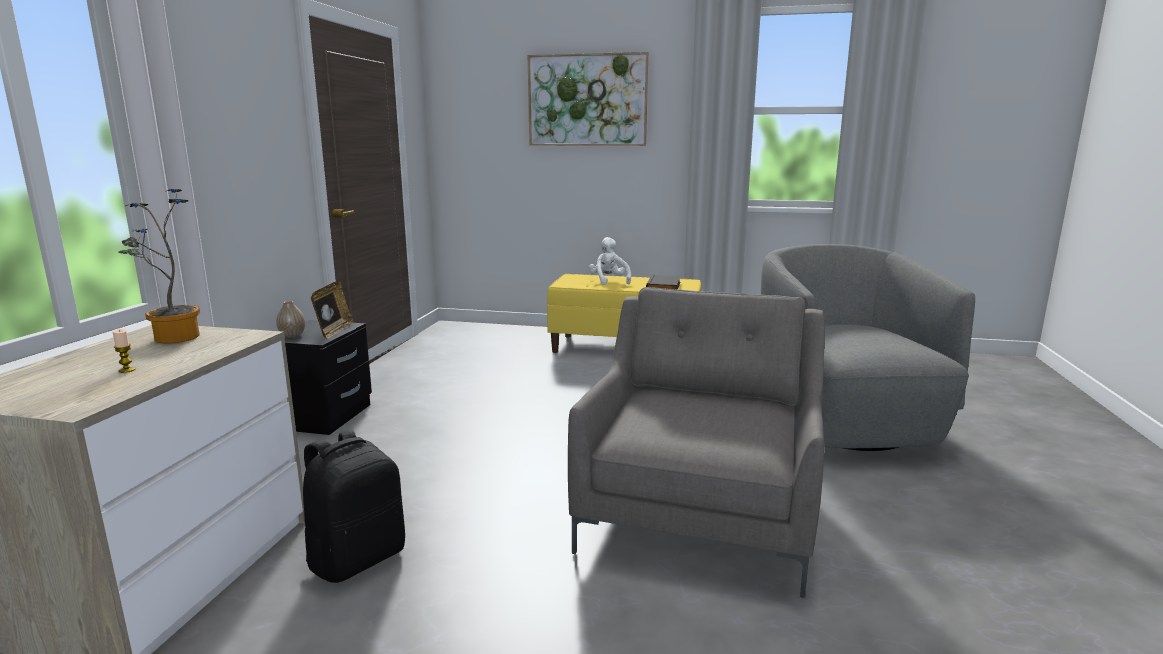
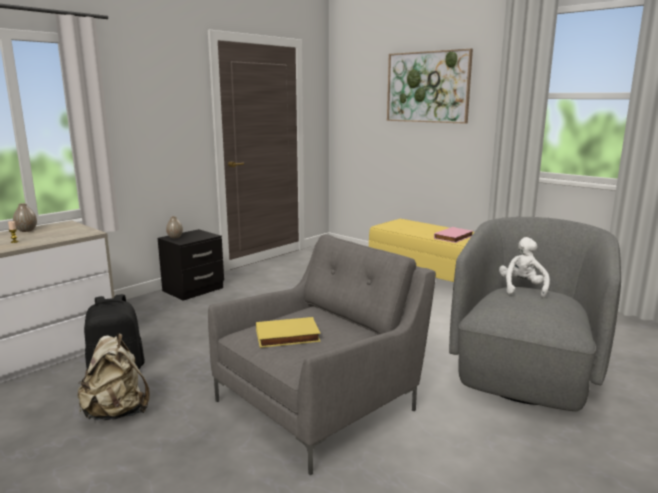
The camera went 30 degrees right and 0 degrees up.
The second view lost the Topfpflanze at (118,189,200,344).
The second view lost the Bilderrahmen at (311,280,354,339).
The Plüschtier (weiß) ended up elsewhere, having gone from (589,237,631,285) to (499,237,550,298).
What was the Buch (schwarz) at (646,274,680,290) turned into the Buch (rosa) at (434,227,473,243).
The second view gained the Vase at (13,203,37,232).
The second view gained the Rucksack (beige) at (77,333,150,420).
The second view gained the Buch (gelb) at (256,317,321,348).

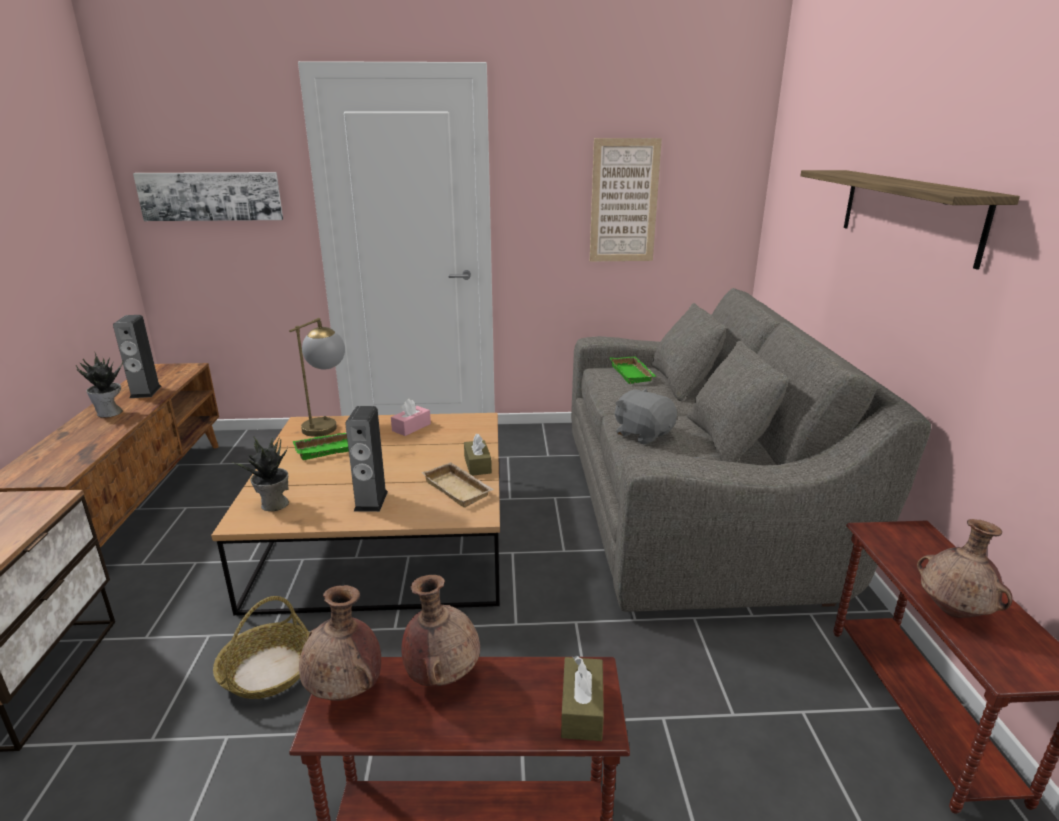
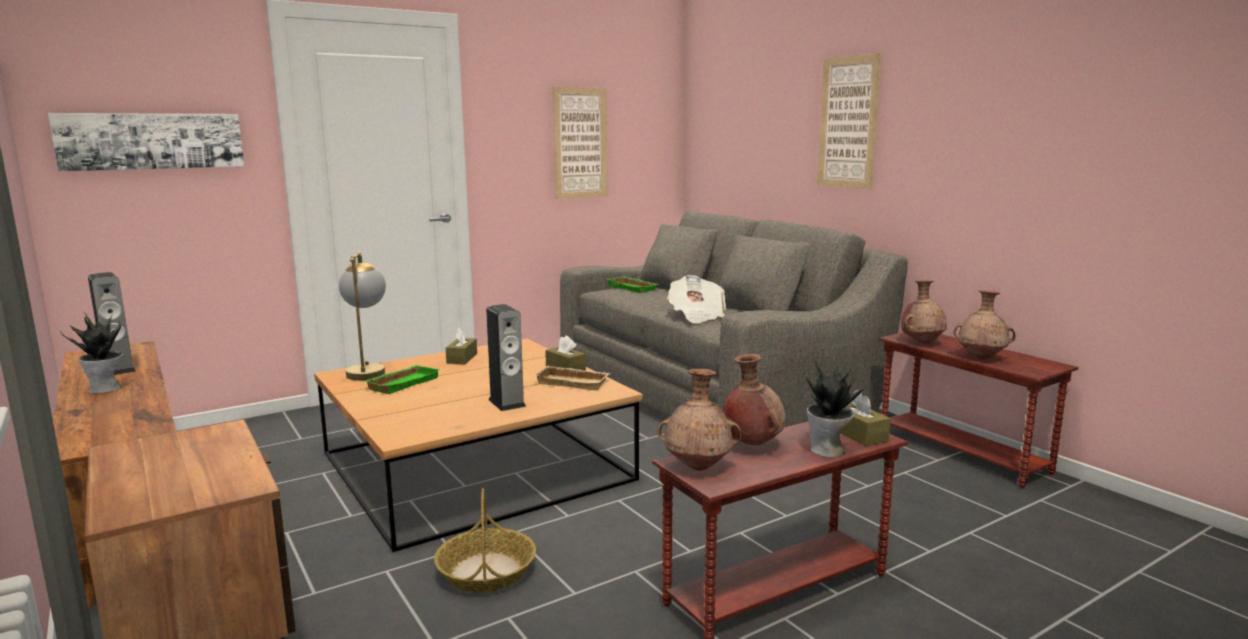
The camera went 30 degrees left and 10 degrees down.
The Topfpflanze ended up elsewhere, having gone from (231,437,289,511) to (804,355,871,457).
What was the Taschentuchbox (rosa) at (391,399,431,436) turned into the Taschentuchbox (braun) at (446,328,477,364).
Where the Plüschtier (grau) stood at (614,389,677,444), the Zeitung came to stand at (667,275,726,323).
Where the Wandregal hung at (800,170,1020,269), the Bild came to hang at (817,53,882,189).
The second view gained the Vase (braun) at (901,280,947,344).

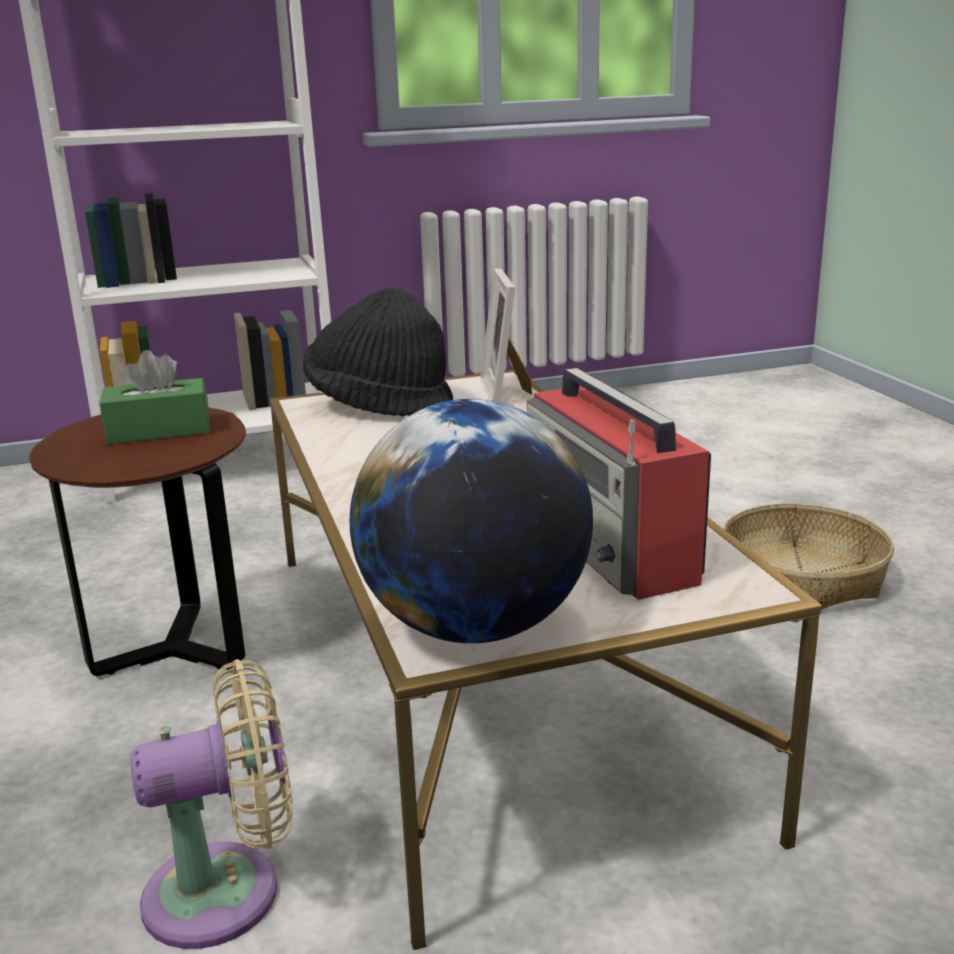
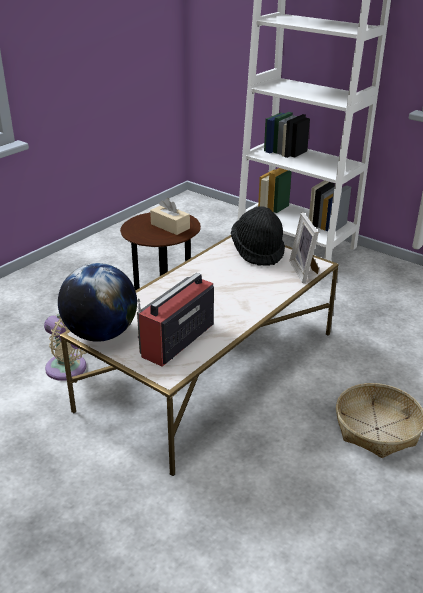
The camera went 55 degrees right and 10 degrees up.
What was the Taschentuchbox (grün) at (100,350,209,444) turned into the Taschentuchbox (beige) at (150,198,190,235).
The Bilderrahmen at (481,268,532,402) ended up facing another way, 60 degrees counterclockwise from before.

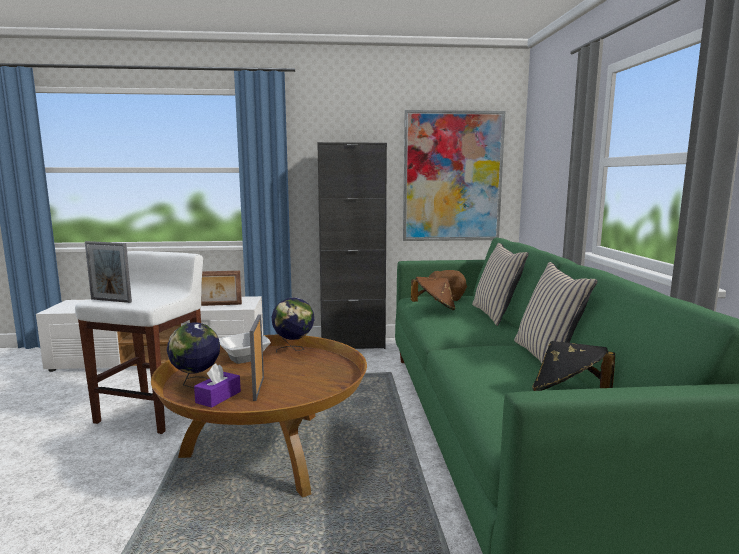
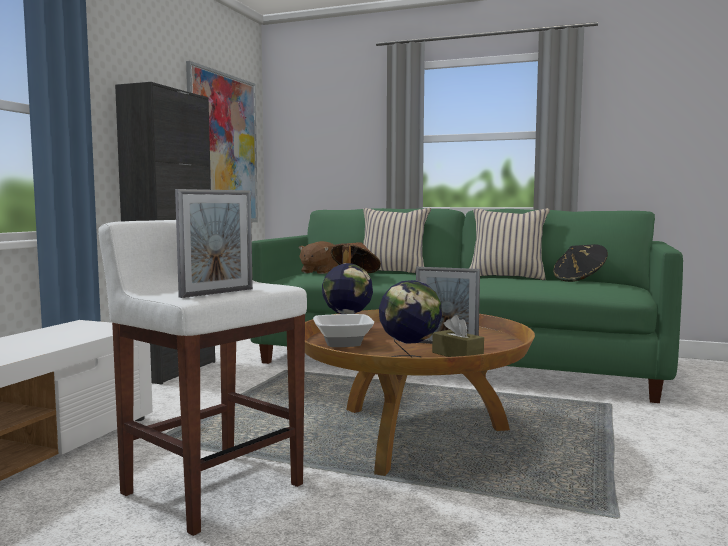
The camera went 65 degrees left and 5 degrees down.
What was the Taschentuchbox (lila) at (194,363,241,408) turned into the Taschentuchbox (braun) at (432,315,484,357).
The second view lost the Bilderrahmen at (201,271,242,306).

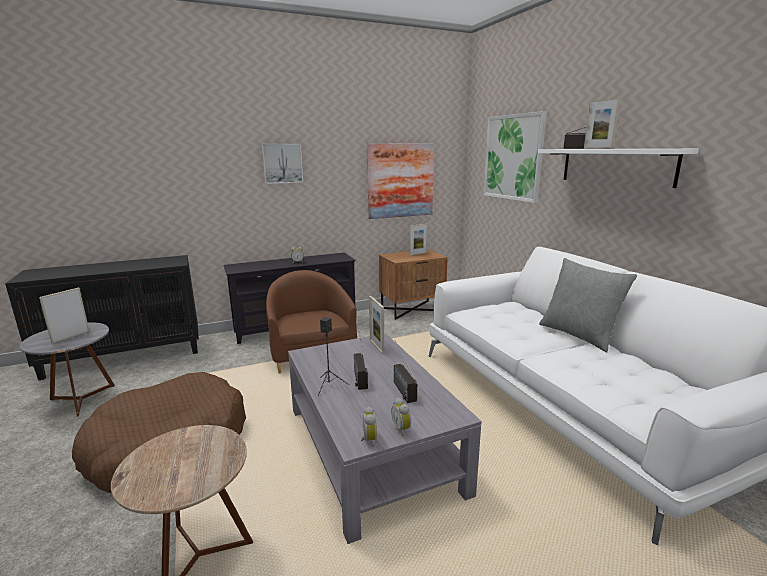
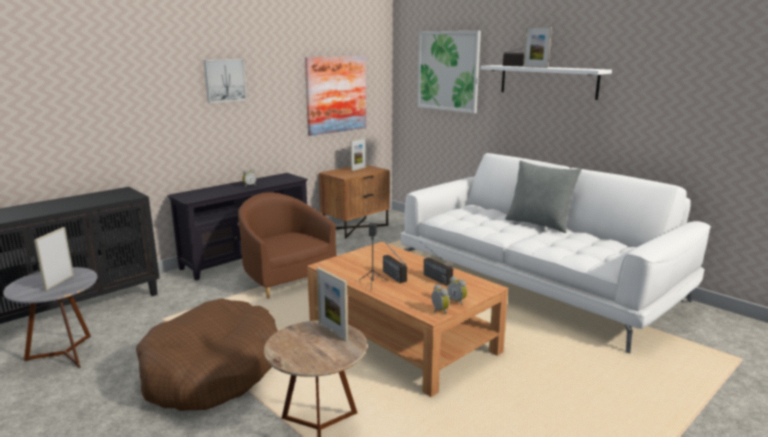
The camera went 20 degrees left and 0 degrees up.
What was the Couchtisch (grau) at (288,333,482,544) turned into the Couchtisch (braun) at (307,242,508,397).
The Bilderrahmen ended up elsewhere, having gone from (369,296,384,354) to (316,267,348,342).

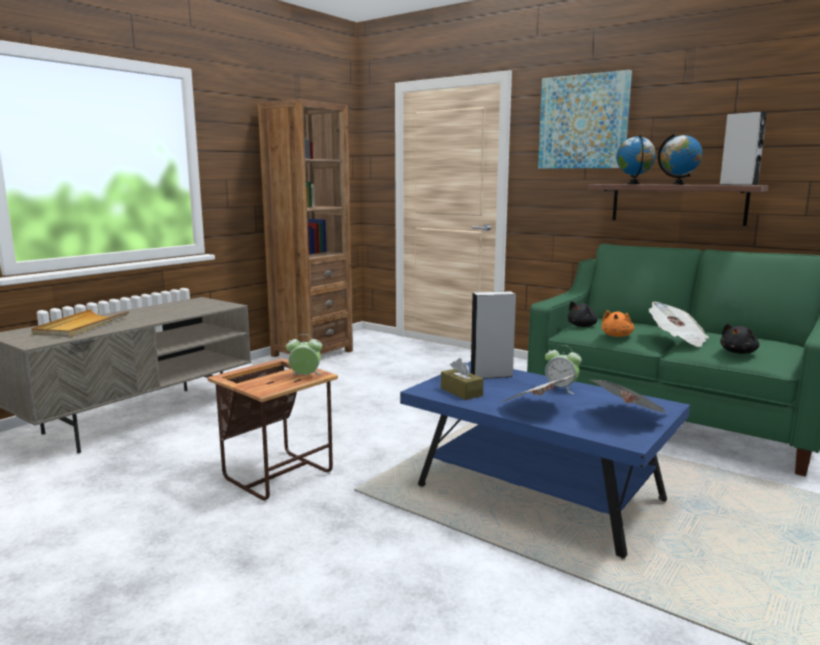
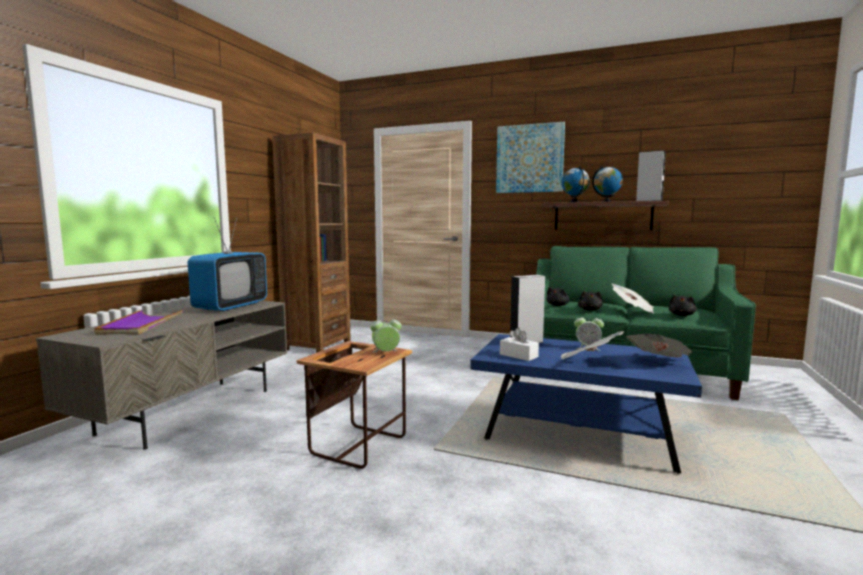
The camera went 15 degrees left and 5 degrees down.
What was the Tablett (beige) at (31,309,129,337) turned into the Tablett (lila) at (94,310,183,335).
What was the Taschentuchbox (braun) at (441,358,484,400) turned into the Taschentuchbox (weiß) at (500,327,539,361).
What was the Plüschtier (orange) at (602,310,634,337) turned into the Plüschtier (schwarz) at (578,291,603,311).
The second view gained the Fernseher at (188,217,267,312).

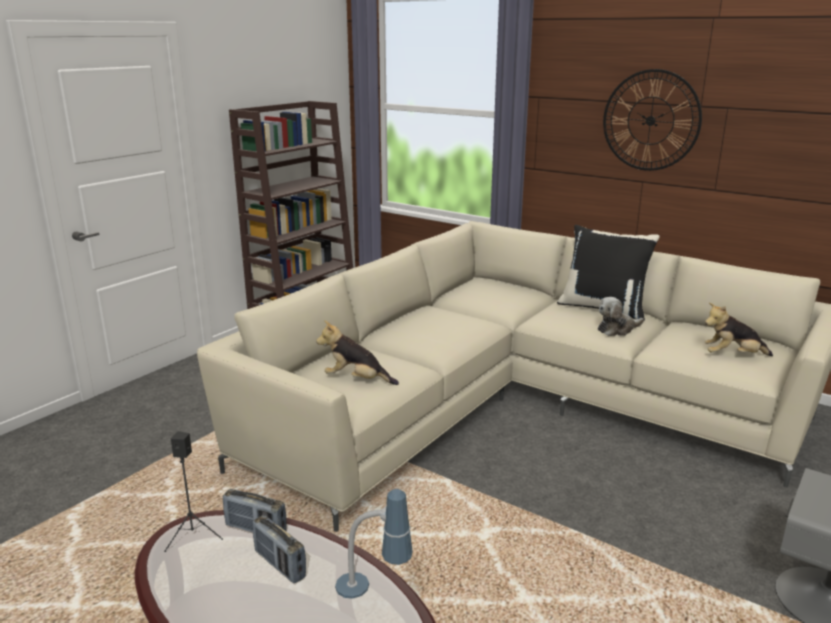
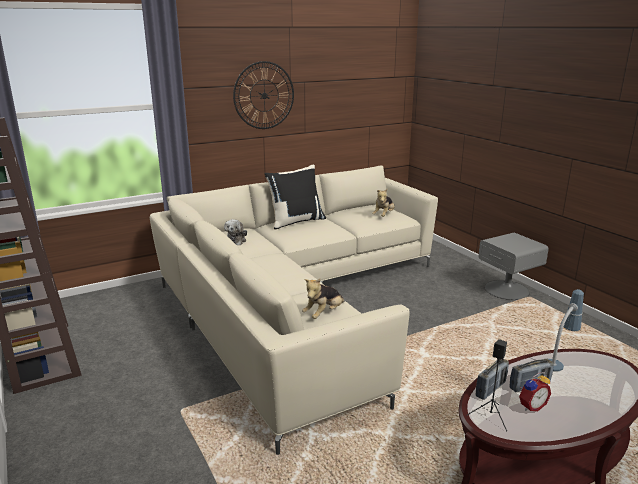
The camera went 65 degrees left and 0 degrees up.
The Plüschtier ended up elsewhere, having gone from (598,297,644,336) to (224,219,247,245).
The second view gained the Wecker at (519,373,551,411).

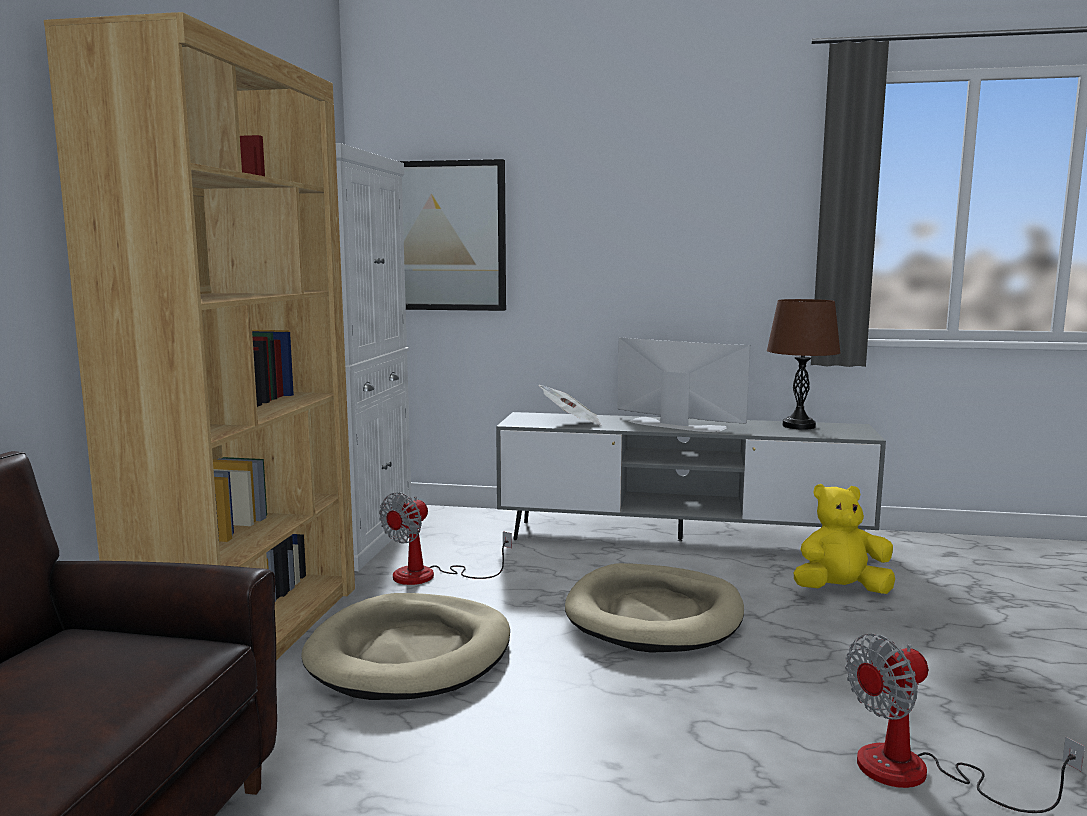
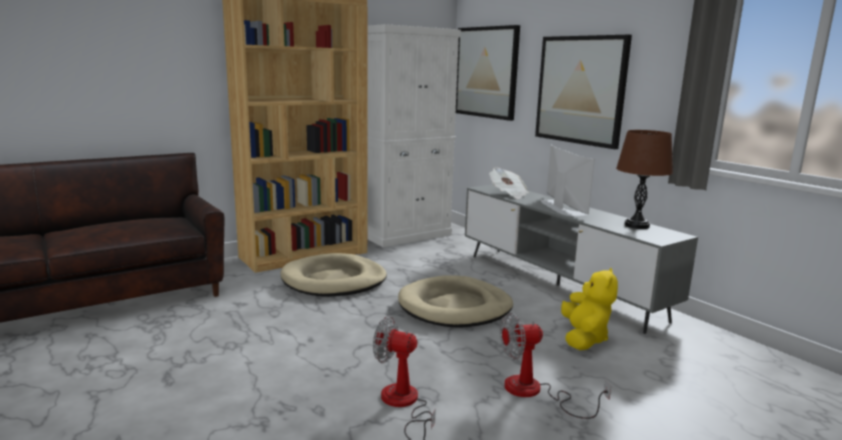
The camera went 45 degrees right and 5 degrees up.
The Ventilator ended up elsewhere, having gone from (379,492,512,585) to (500,313,611,419).
The Plüschtier (gelb) at (794,484,895,594) ended up facing another way, 60 degrees clockwise from before.
The second view gained the Bild at (535,35,632,149).

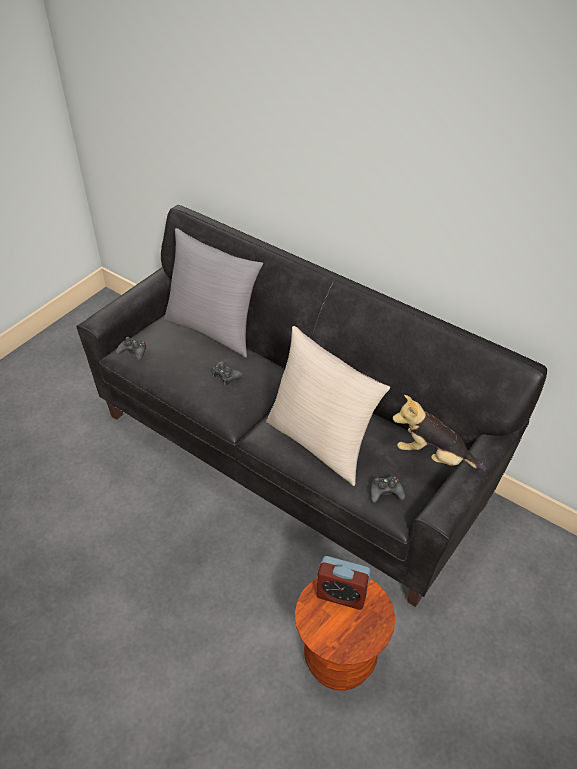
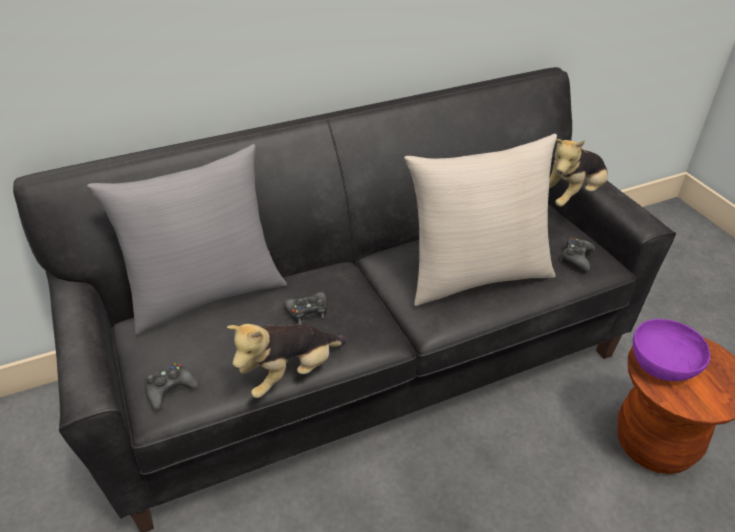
The camera went 60 degrees left and 5 degrees down.
Where the Wecker stood at (316,556,370,610), the Schüssel (lila) came to stand at (633,319,710,381).
The second view gained the Plüschtier at (227,324,346,398).

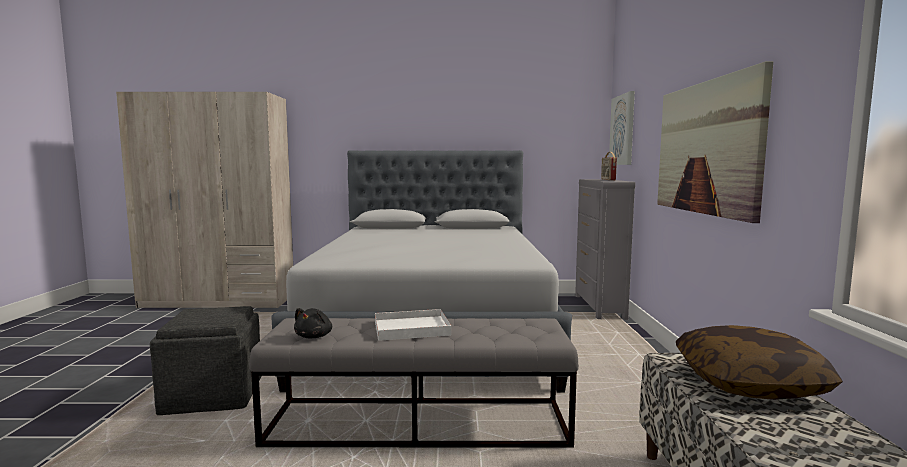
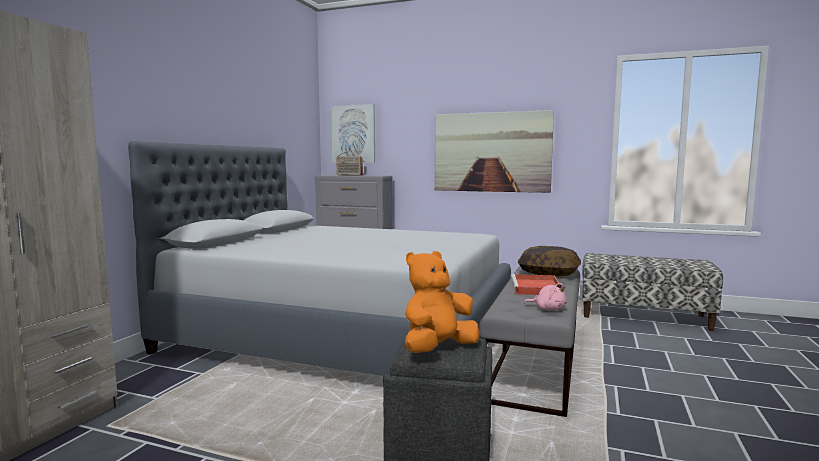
The camera went 70 degrees left and 0 degrees up.
What was the Plüschtier (schwarz) at (294,308,332,338) turned into the Plüschtier (rosa) at (524,283,566,311).
What was the Tablett (weiß) at (375,309,451,341) turned into the Tablett (rot) at (511,274,559,295).
The Kissen ended up elsewhere, having gone from (676,325,843,400) to (518,246,581,277).
The second view gained the Plüschtier (orange) at (405,251,480,353).

